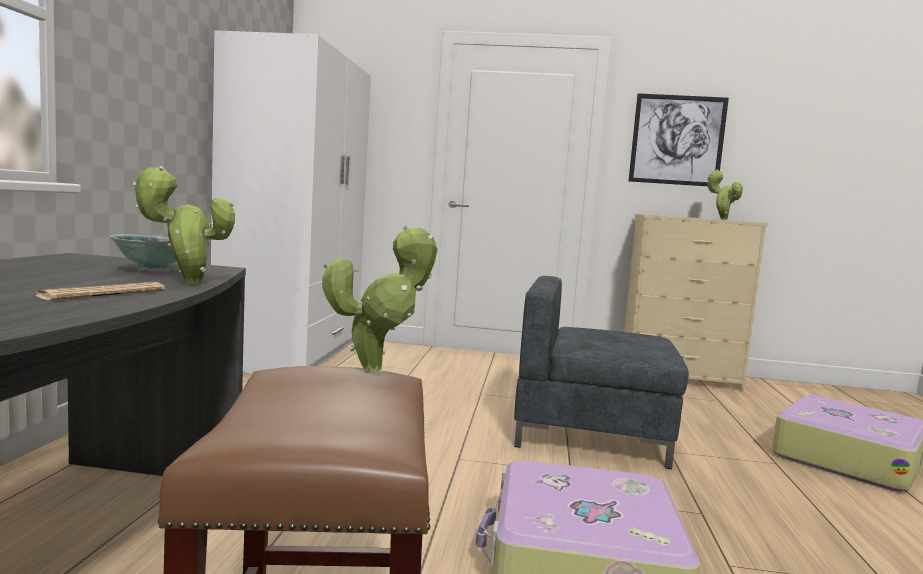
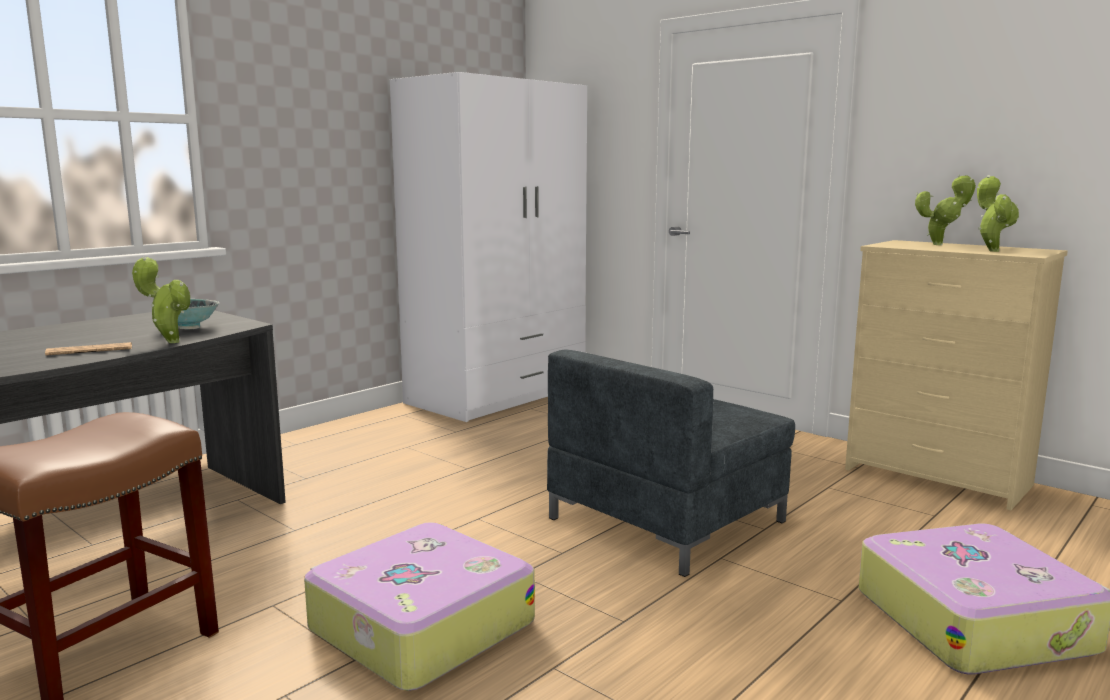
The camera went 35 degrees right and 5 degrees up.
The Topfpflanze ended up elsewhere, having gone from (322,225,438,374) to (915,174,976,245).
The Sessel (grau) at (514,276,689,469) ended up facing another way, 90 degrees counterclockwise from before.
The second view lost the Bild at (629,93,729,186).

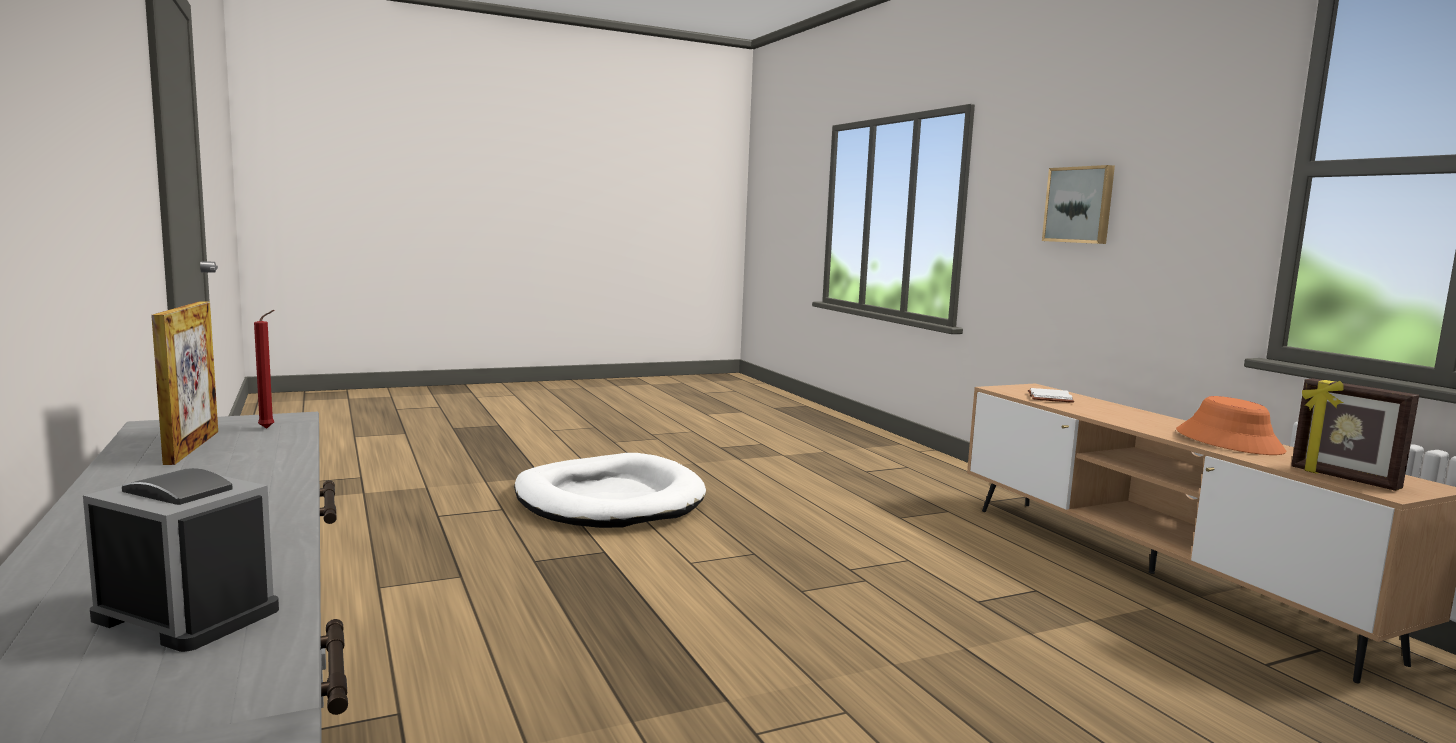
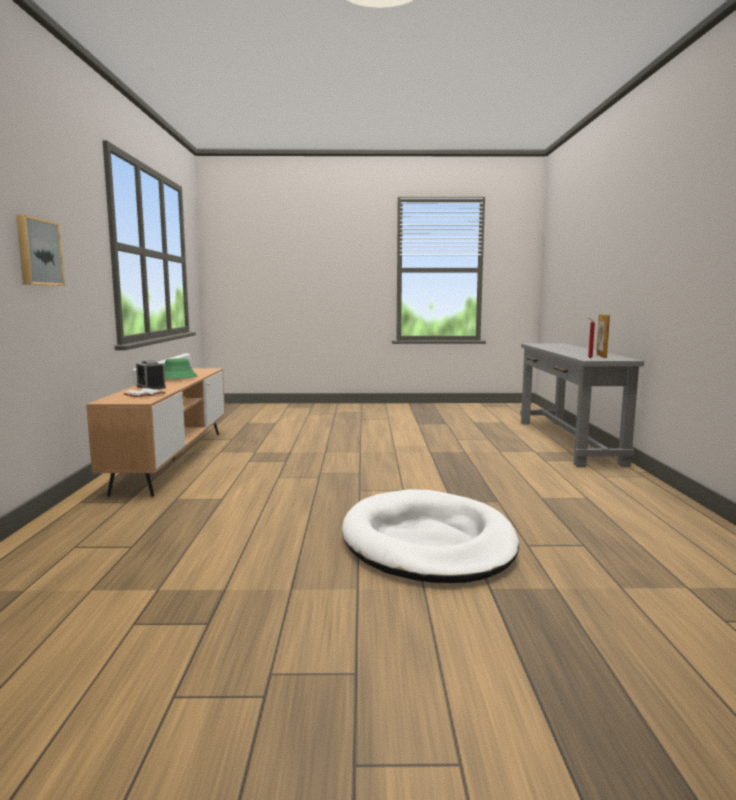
The camera went 155 degrees left and 0 degrees up.
The Wecker ended up elsewhere, having gone from (83,468,279,652) to (136,360,166,389).
What was the Hut (orange) at (1176,396,1287,455) turned into the Hut (grün) at (164,358,197,379).
The second view lost the Bilderrahmen at (1291,378,1419,491).

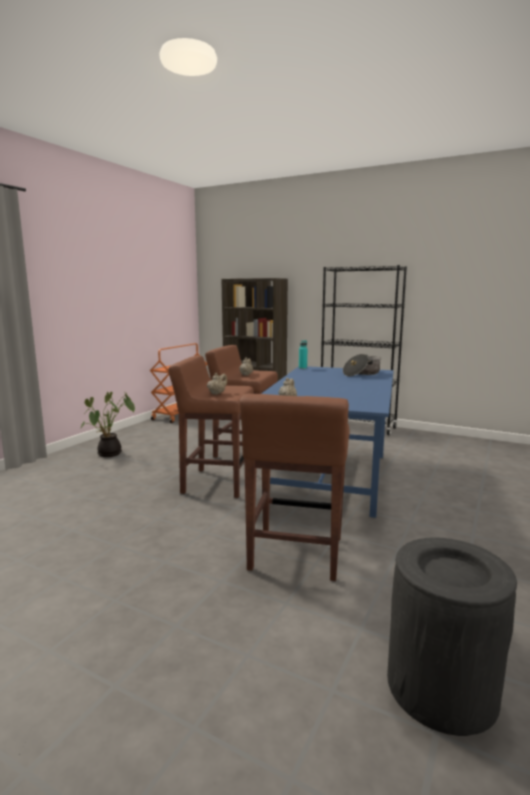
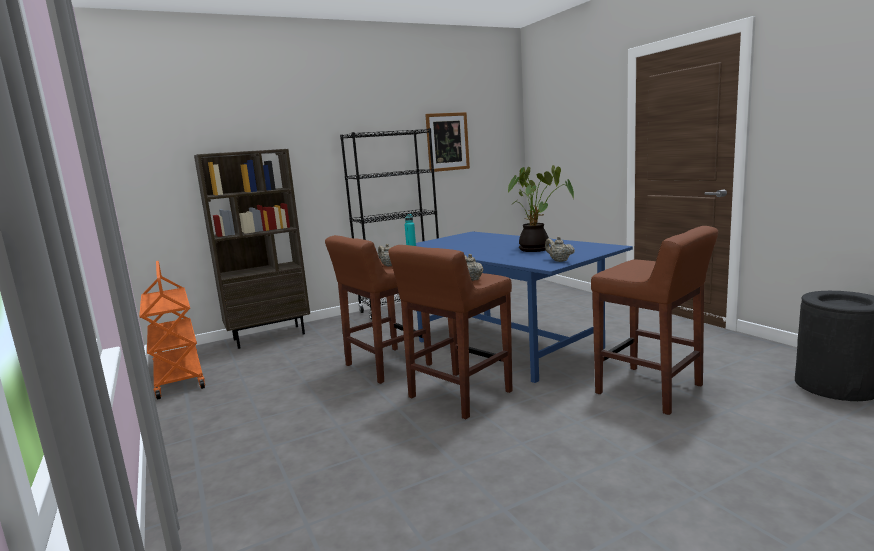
The camera went 55 degrees left and 0 degrees up.
The Topfpflanze ended up elsewhere, having gone from (80,392,135,457) to (507,165,574,252).
The second view lost the Kochtopf at (343,354,381,376).
The second view gained the Bild at (425,112,470,172).

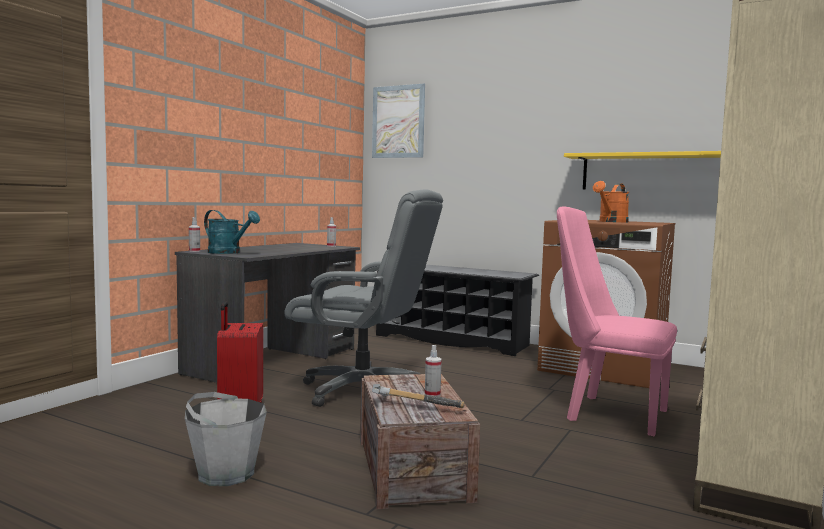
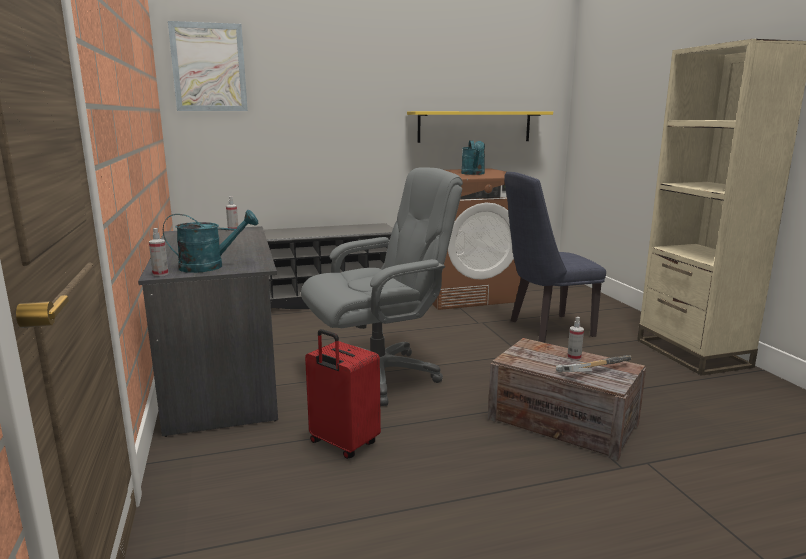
The camera went 45 degrees left and 10 degrees up.
The second view lost the Eimer (grau) at (185,392,267,486).
What was the Stuhl (rosa) at (557,206,677,436) turned into the Stuhl (blau) at (504,172,606,343).
What was the Gießkanne (orange) at (593,181,629,222) turned into the Gießkanne (türkis) at (461,140,485,175).

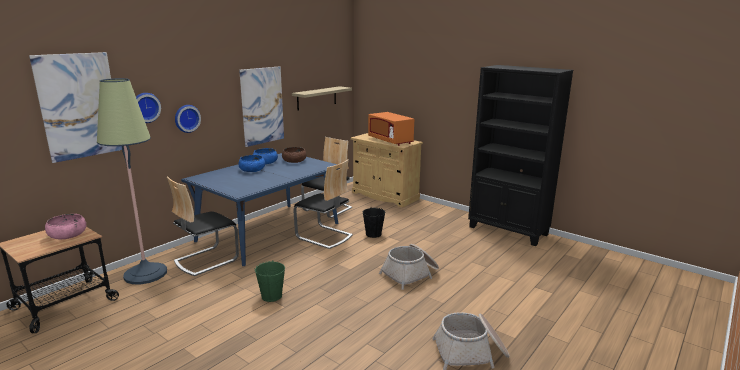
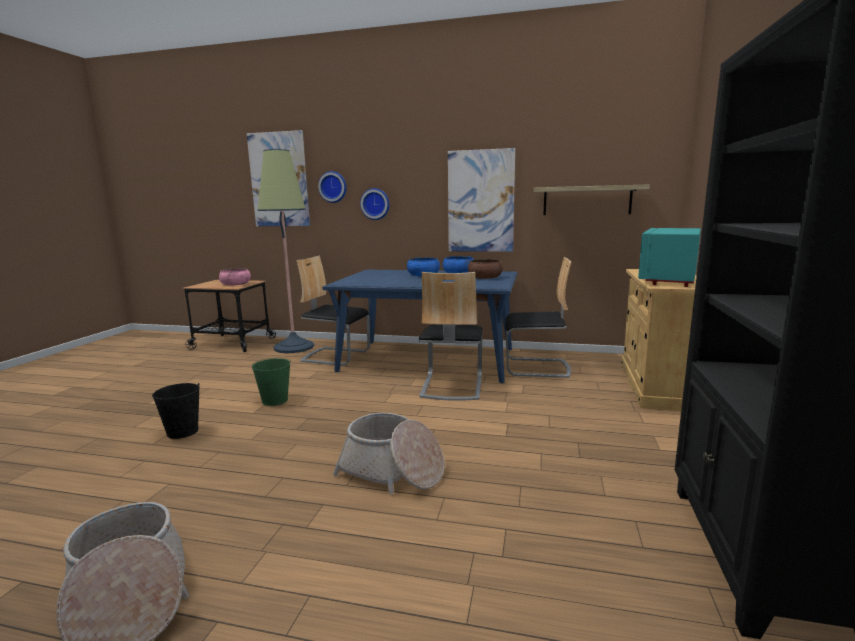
The camera went 65 degrees right and 5 degrees down.
The Eimer (schwarz) ended up elsewhere, having gone from (363,208,386,238) to (152,383,200,439).
What was the Mikrowelle (orange) at (368,112,414,146) turned into the Mikrowelle (türkis) at (638,228,701,287).

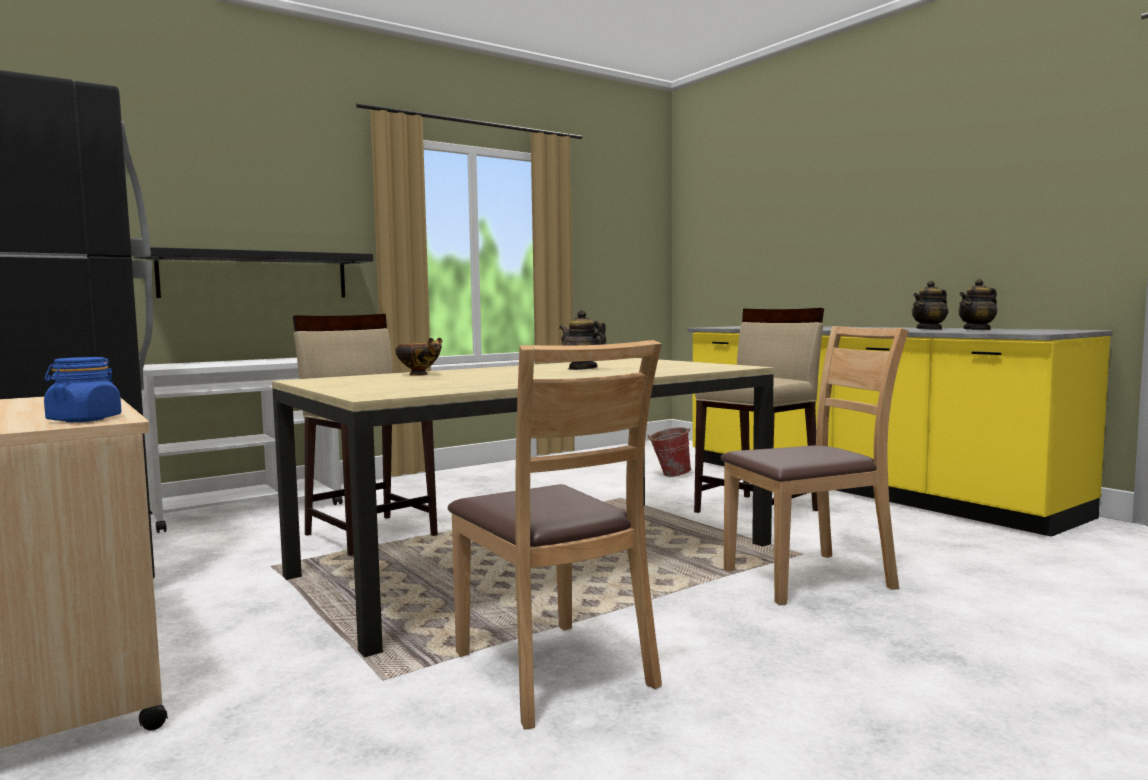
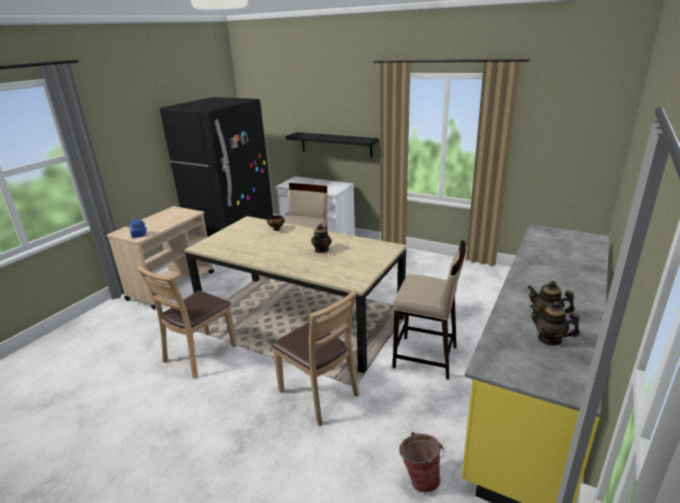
The camera went 65 degrees right and 20 degrees up.
The Eimer ended up elsewhere, having gone from (648,427,691,477) to (399,432,444,493).

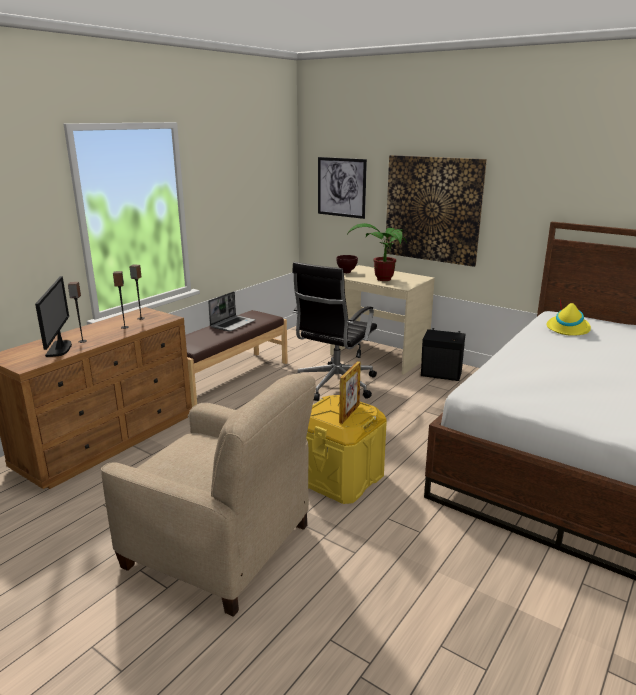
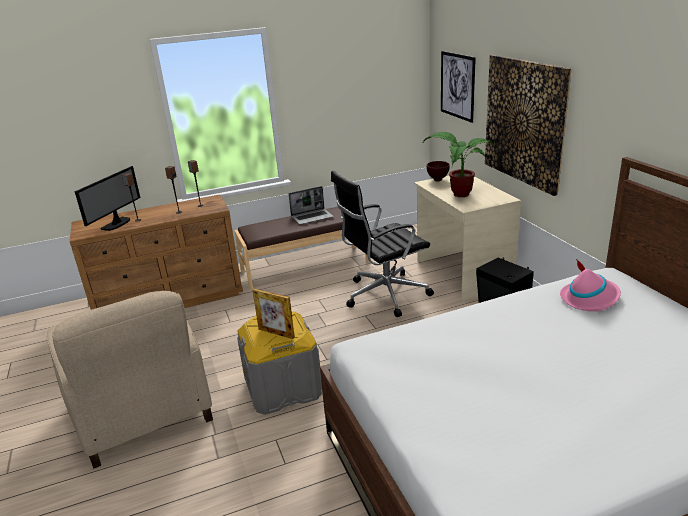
The camera went 35 degrees right and 5 degrees up.
What was the Aufbewahrungsbox (gelb) at (306,395,387,504) turned into the Aufbewahrungsbox (grau) at (237,311,322,415).
The Bilderrahmen at (339,361,361,424) ended up facing another way, 60 degrees clockwise from before.
What was the Hut (gelb) at (546,297,591,336) turned into the Hut (rosa) at (560,259,621,311).

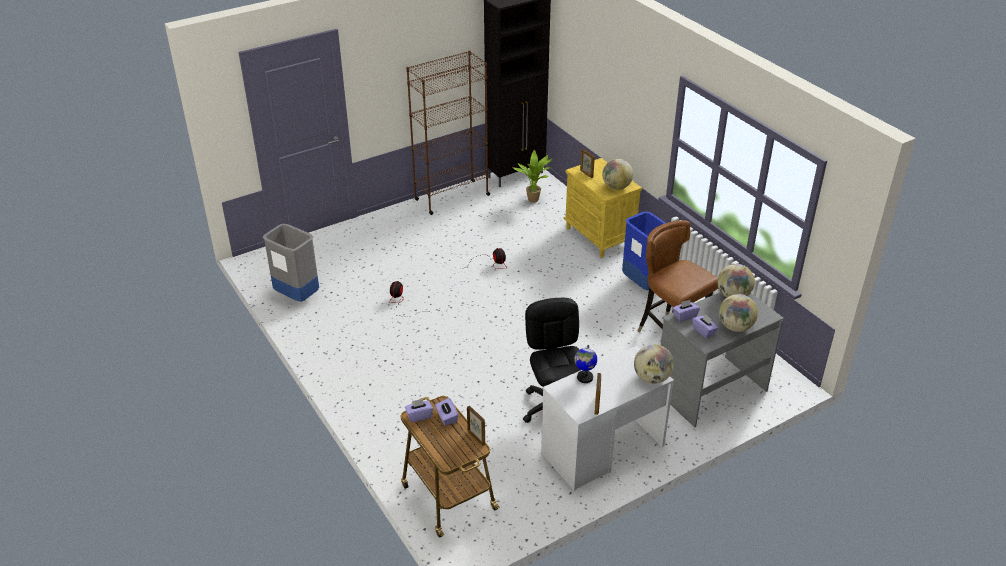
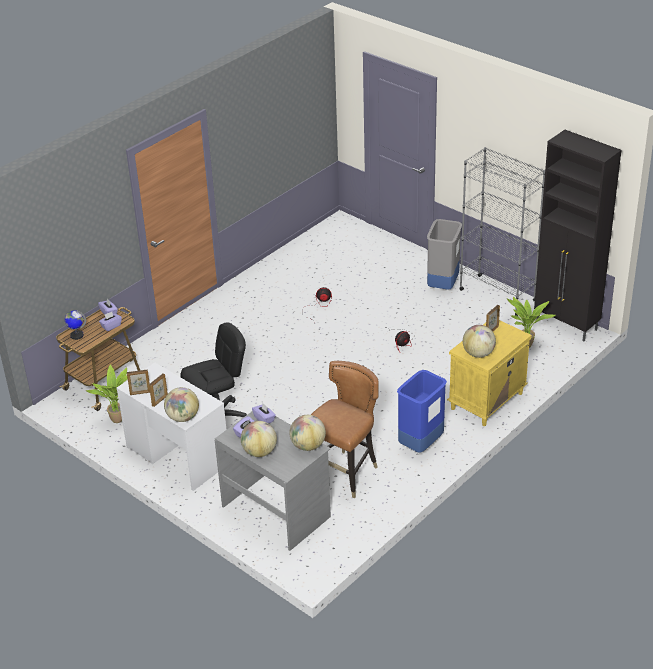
The camera went 75 degrees right and 0 degrees up.
The Mülleimer (grau) ended up elsewhere, having gone from (263,224,319,302) to (427,219,462,290).
What was the Bücherregal (braun) at (406,50,490,215) turned into the Bücherregal (grau) at (459,147,545,316).
The Bilderrahmen ended up elsewhere, having gone from (467,406,485,446) to (149,373,168,407).
The Globus ended up elsewhere, having gone from (574,345,597,383) to (65,310,86,340).
The second view gained the Topfpflanze at (86,365,128,423).

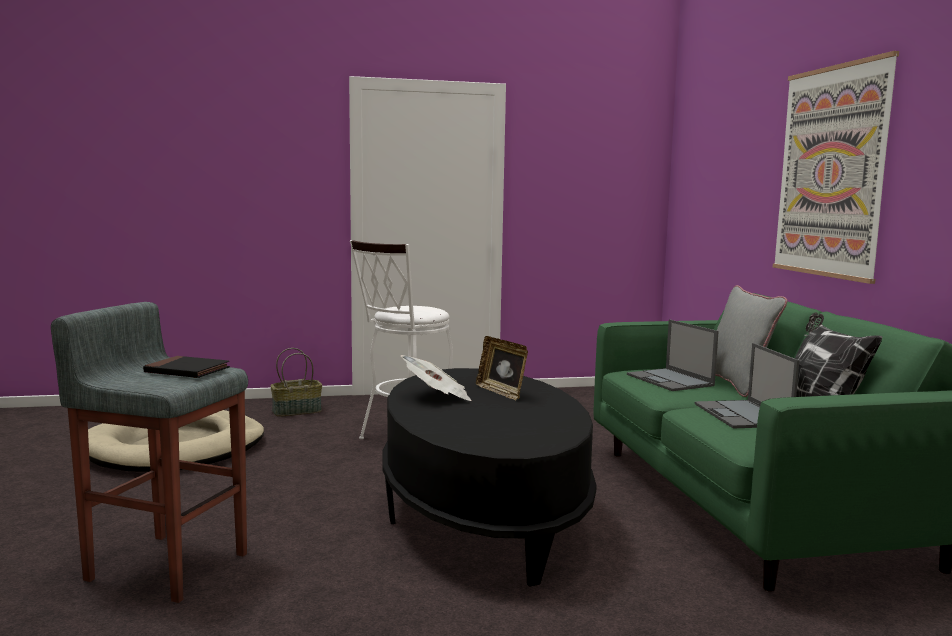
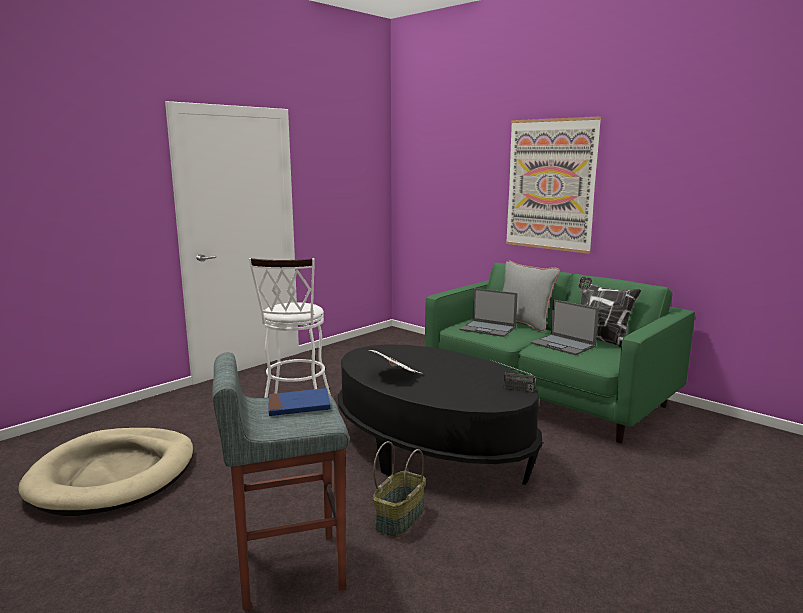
The camera went 35 degrees left and 5 degrees up.
What was the Buch (schwarz) at (143,356,230,378) turned into the Buch (blau) at (269,388,331,416).
The Korb ended up elsewhere, having gone from (270,348,322,417) to (373,441,425,537).
The second view lost the Bilderrahmen at (476,336,528,400).
The second view gained the Radio at (491,360,535,392).

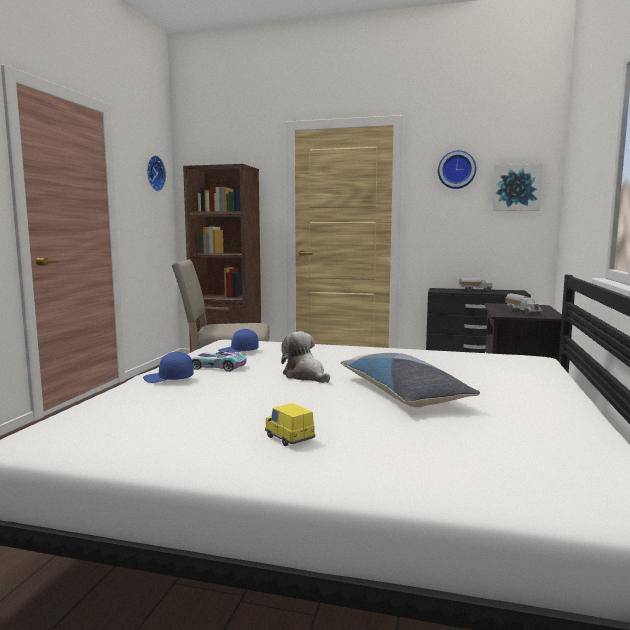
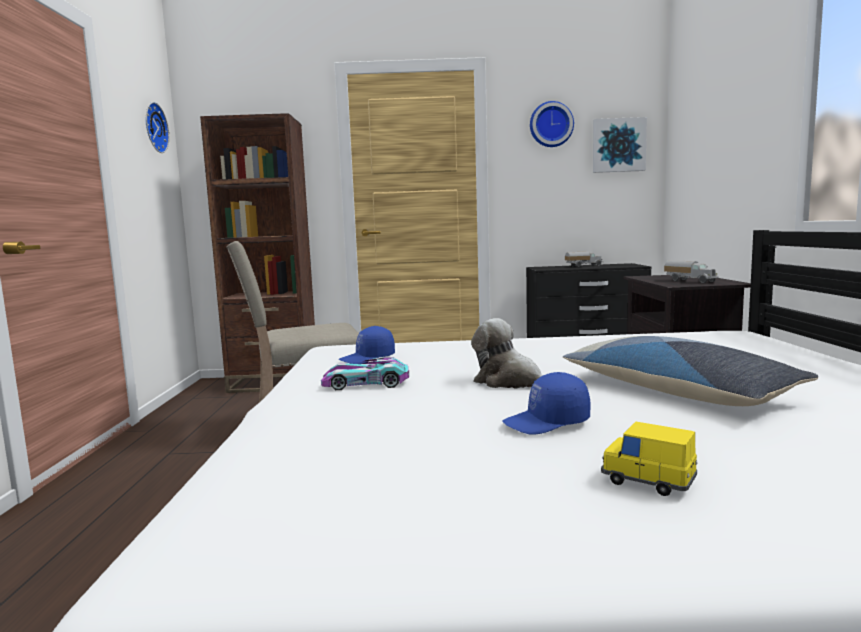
The camera went 15 degrees left and 0 degrees up.
The Kappe (blau) ended up elsewhere, having gone from (143,352,194,383) to (502,372,590,435).

